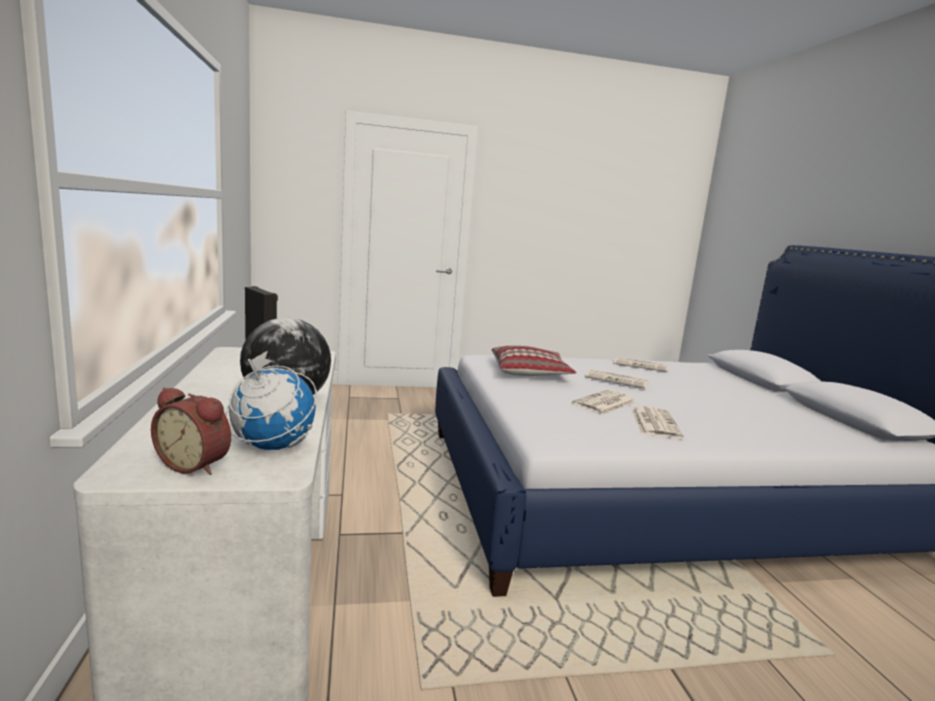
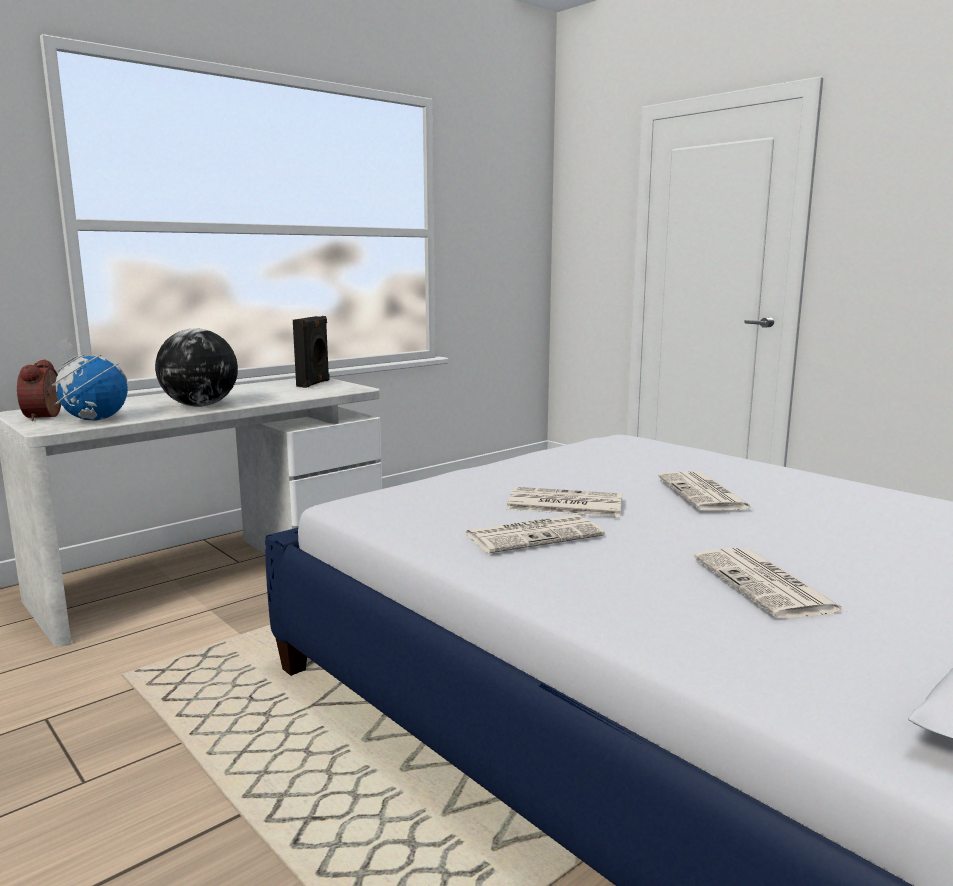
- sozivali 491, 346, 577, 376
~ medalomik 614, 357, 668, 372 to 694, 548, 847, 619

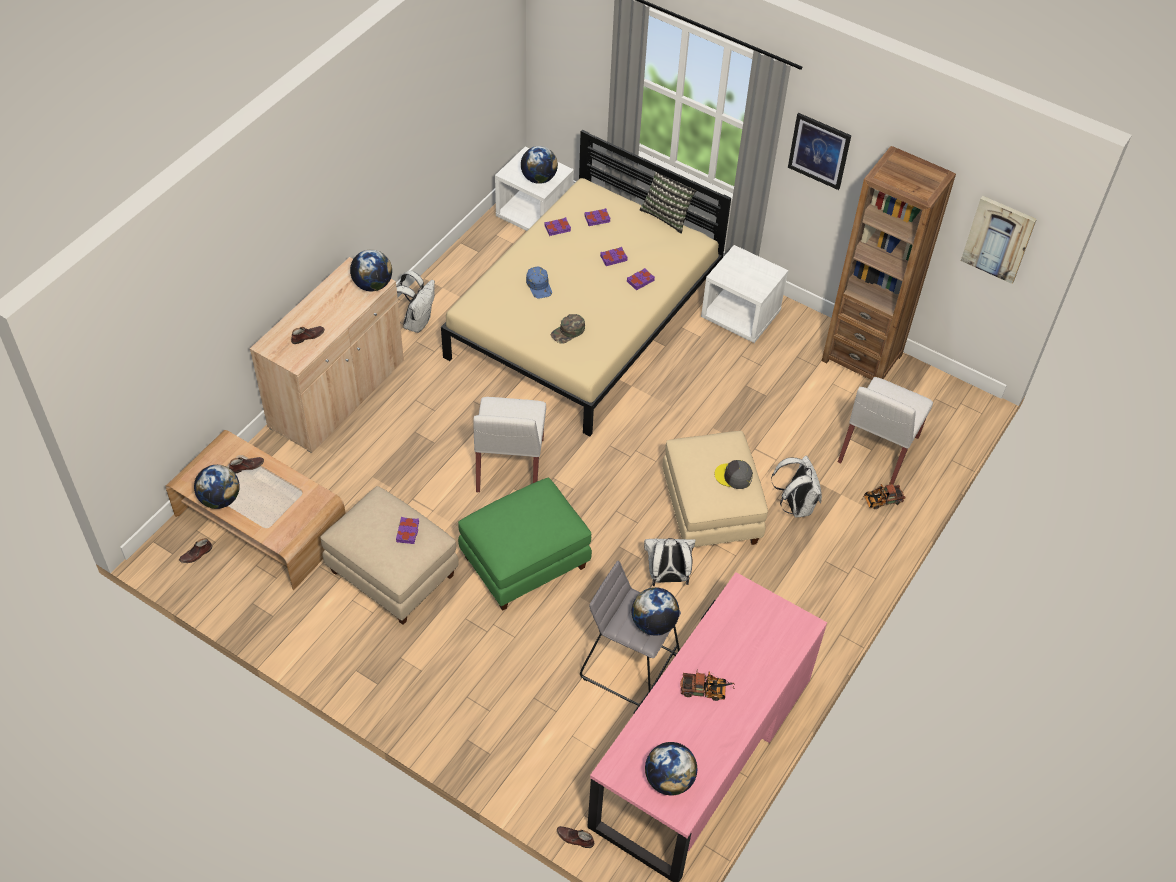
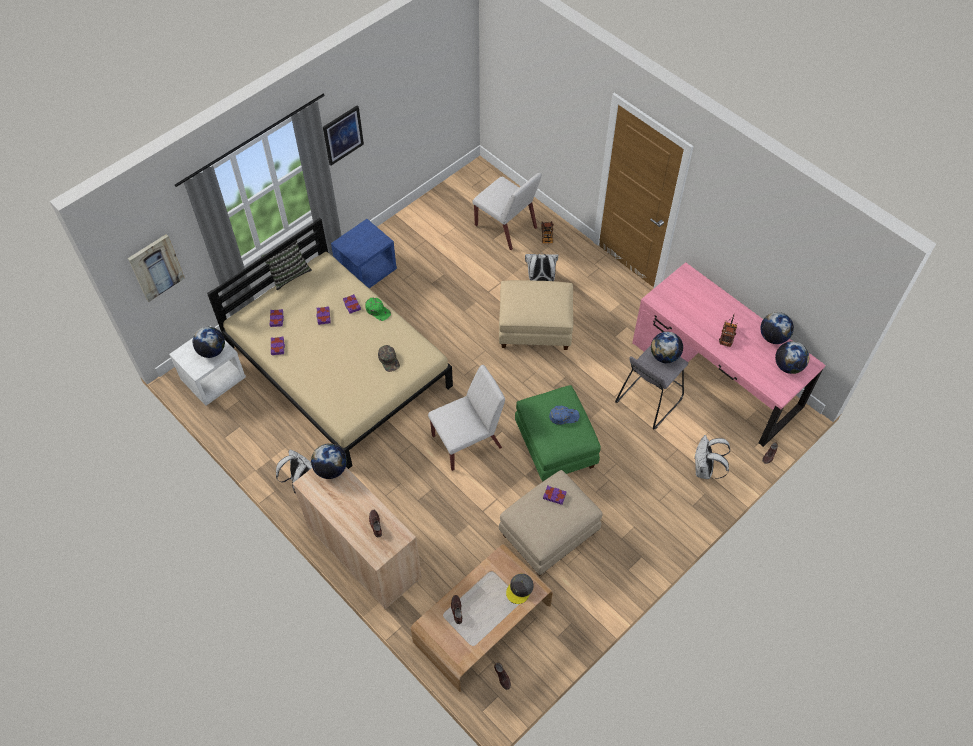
- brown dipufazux 822, 146, 956, 380
+ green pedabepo 365, 297, 391, 321
~ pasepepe 194, 465, 240, 509 to 760, 312, 794, 344
~ blue pedabepo 526, 267, 552, 298 to 549, 406, 579, 425
~ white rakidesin 644, 538, 696, 586 to 695, 435, 730, 479
~ grey pedabepo 715, 460, 753, 489 to 506, 573, 534, 604
~ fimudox 961, 196, 1037, 284 to 128, 234, 185, 302
~ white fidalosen 701, 245, 788, 343 to blue fidalosen 331, 219, 397, 288
~ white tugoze 473, 397, 546, 492 = 428, 365, 505, 471 45 degrees counterclockwise

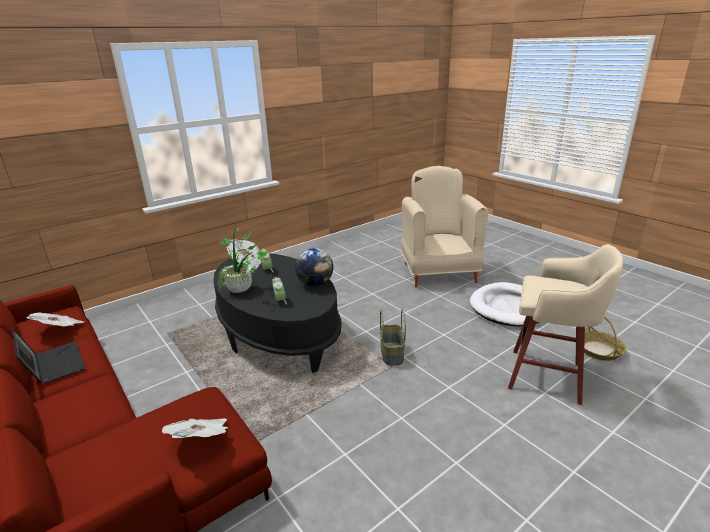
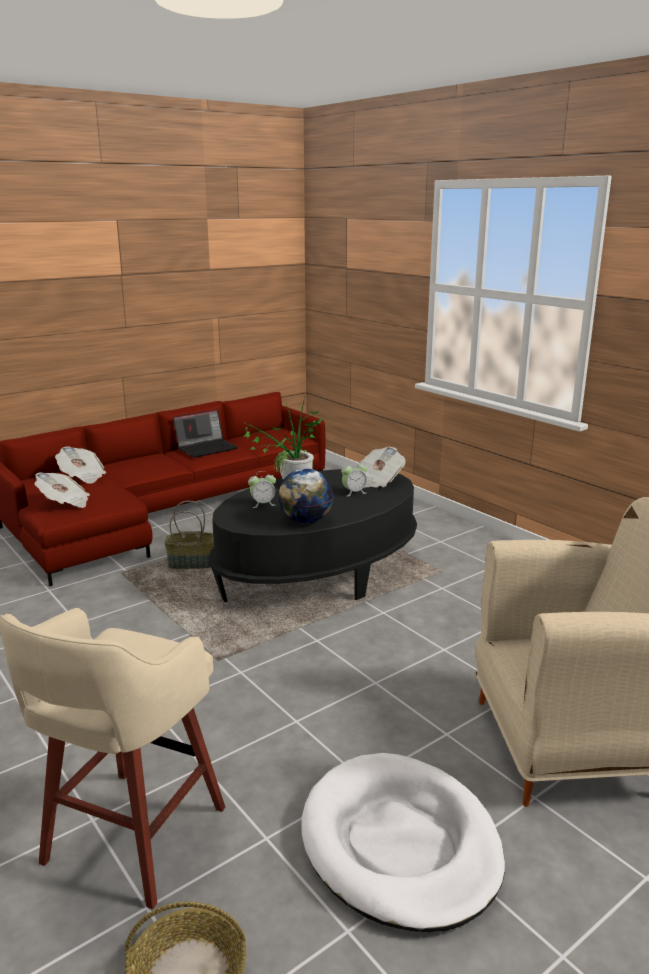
~ medalomik 26, 313, 85, 327 to 55, 446, 106, 484
~ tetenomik 380, 309, 406, 365 to 164, 501, 214, 569

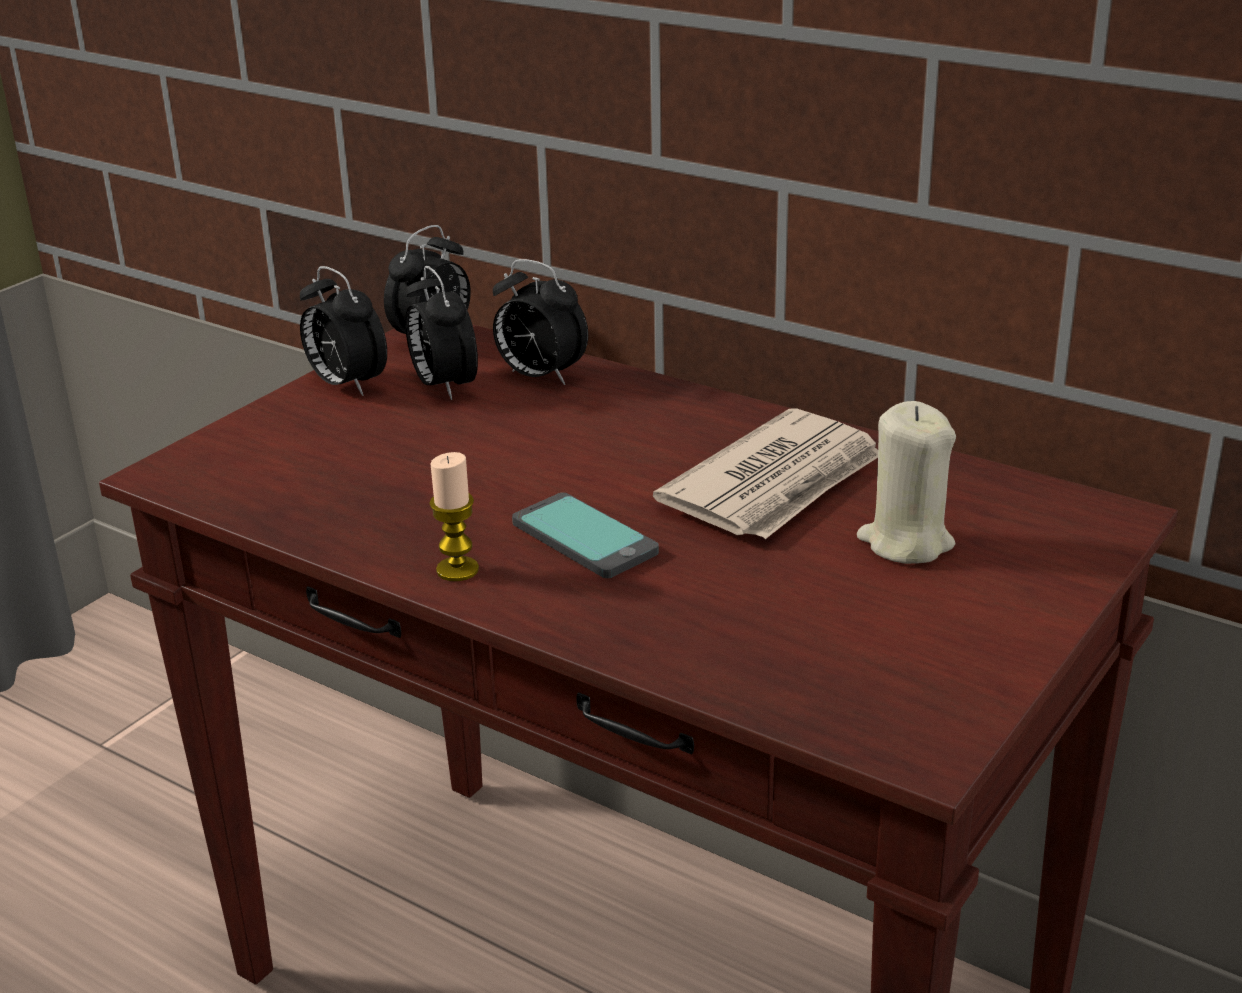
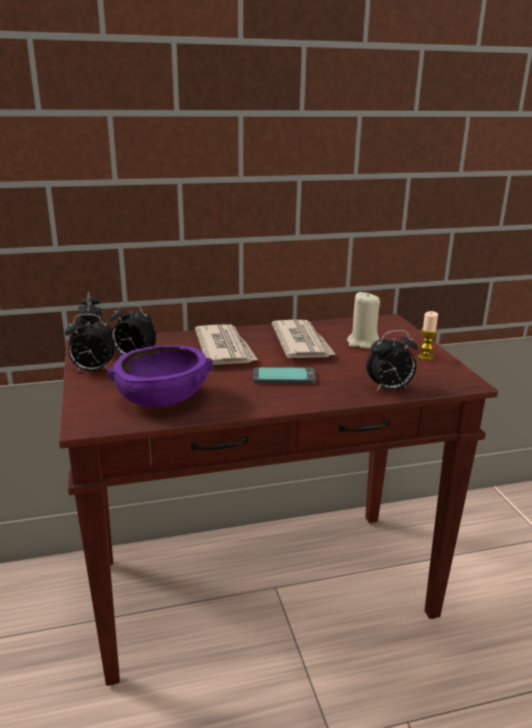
+ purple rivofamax 108, 345, 213, 407
+ medalomik 195, 324, 258, 365
~ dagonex 429, 452, 479, 581 to 418, 311, 438, 360
~ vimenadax 493, 259, 588, 385 to 366, 330, 418, 392

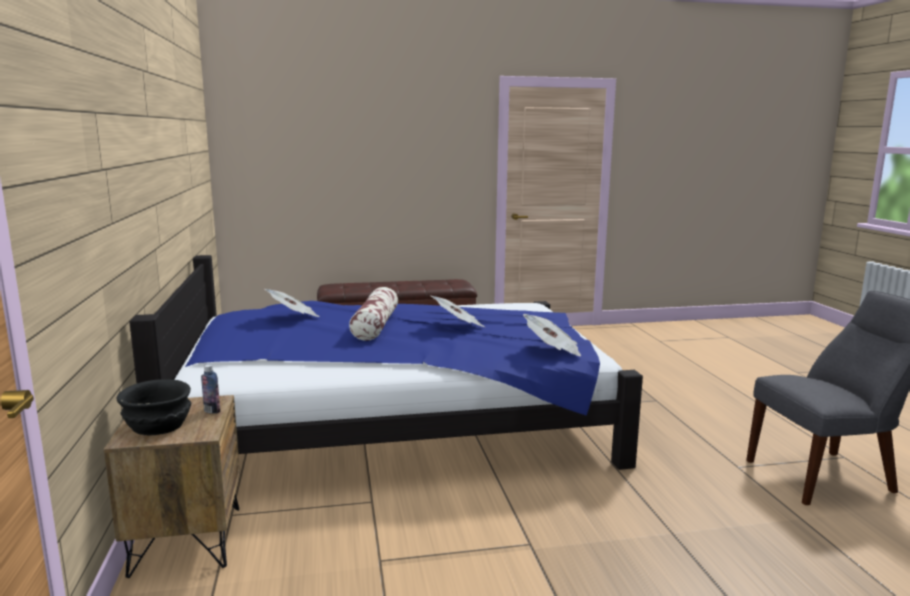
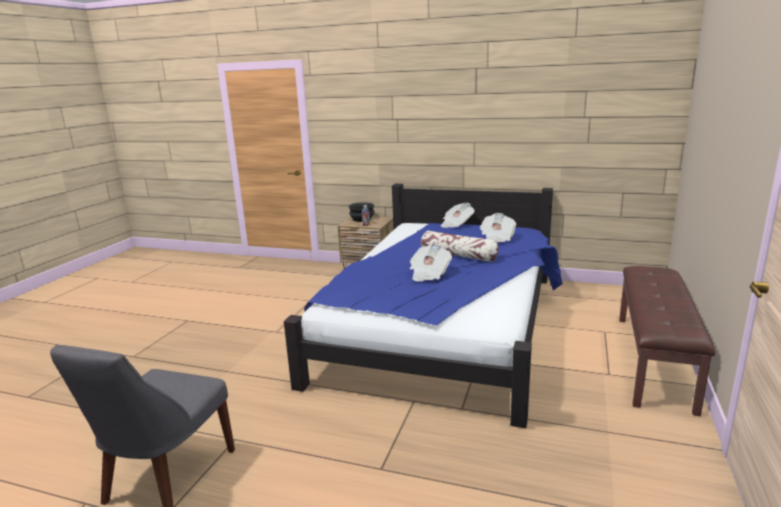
~ medalomik 523, 314, 581, 356 to 441, 203, 474, 228

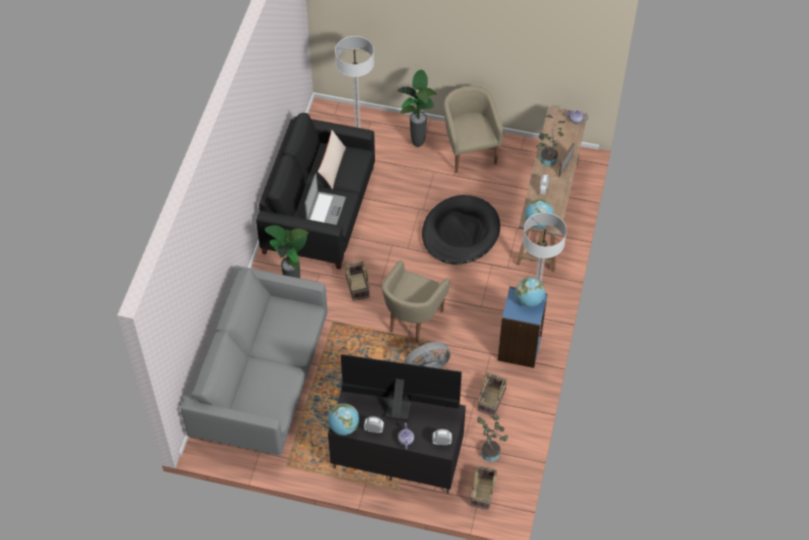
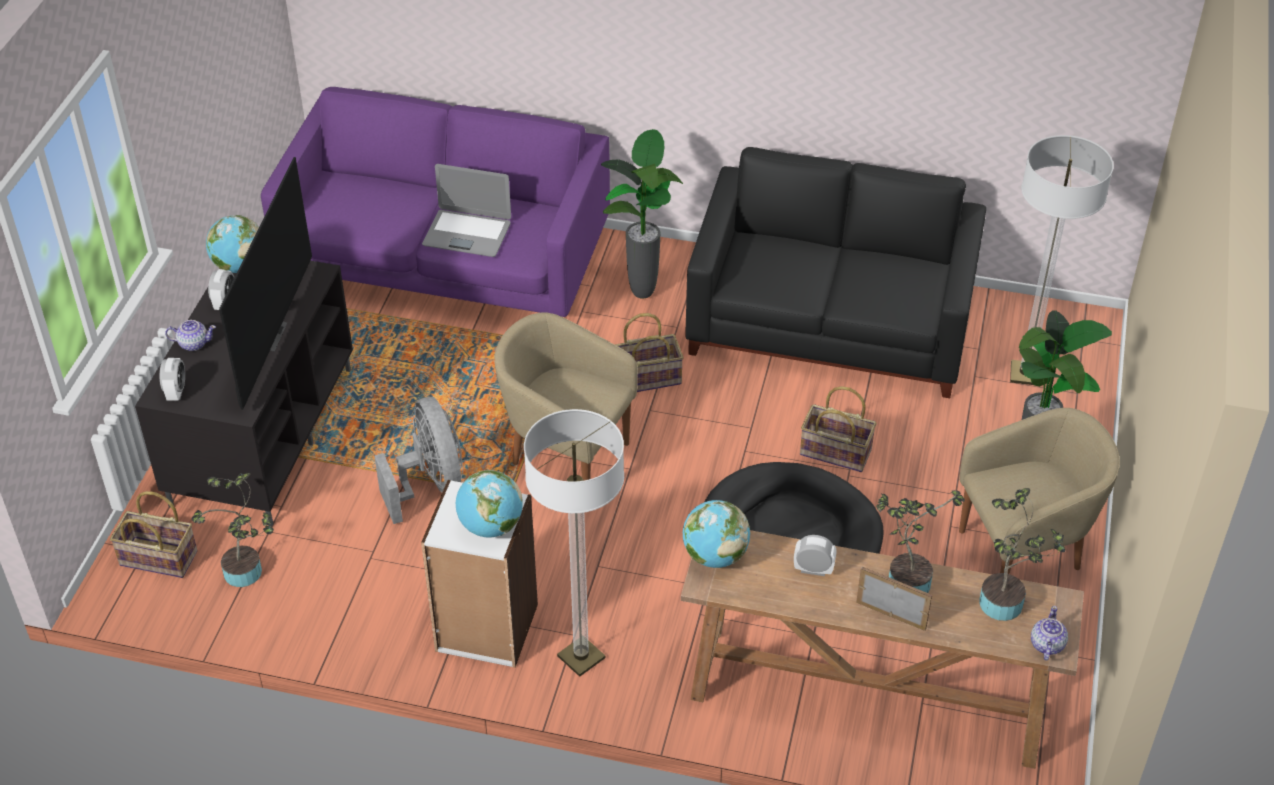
- beige sozivali 318, 130, 346, 189
+ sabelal 979, 488, 1065, 621
~ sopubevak 305, 174, 346, 225 to 422, 164, 511, 257
~ tetenomik 478, 373, 507, 416 to 800, 386, 877, 472
~ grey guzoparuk 181, 265, 328, 455 to purple guzoparuk 261, 87, 610, 317
~ blue dipufazux 498, 287, 548, 368 to white dipufazux 421, 480, 538, 668

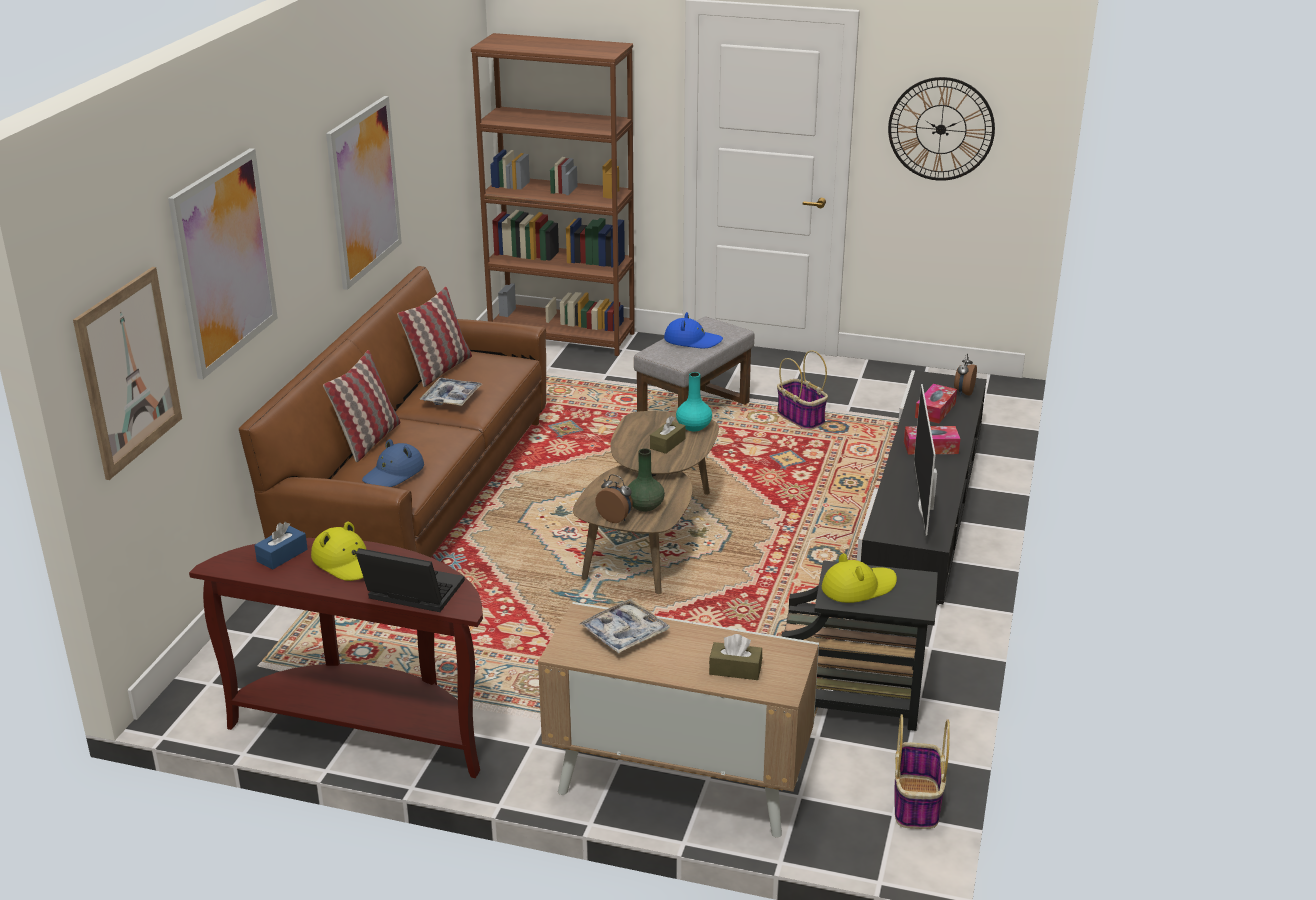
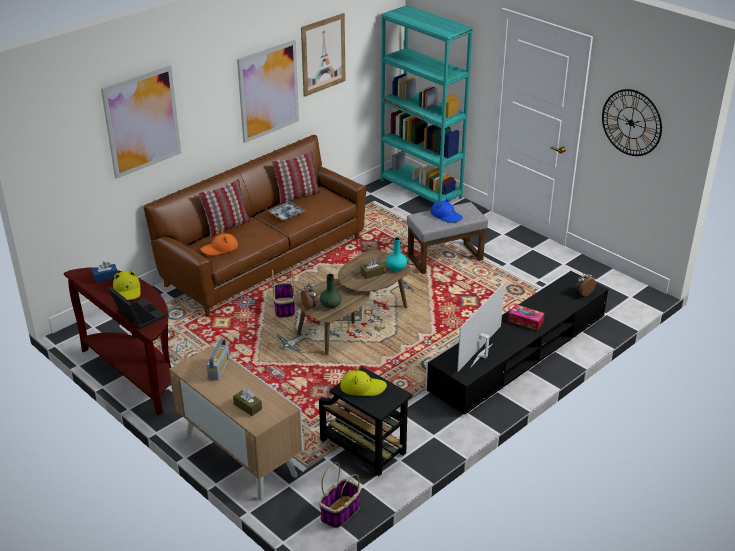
- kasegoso 915, 384, 957, 423
~ fimudox 73, 267, 182, 480 to 301, 13, 346, 97
~ tetenomik 777, 350, 828, 430 to 272, 269, 295, 318
~ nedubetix 579, 599, 670, 653 to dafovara 207, 339, 230, 381
~ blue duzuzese 362, 439, 424, 487 to orange duzuzese 200, 230, 238, 256
~ brown dipufazux 471, 33, 635, 356 to turquoise dipufazux 381, 5, 473, 203

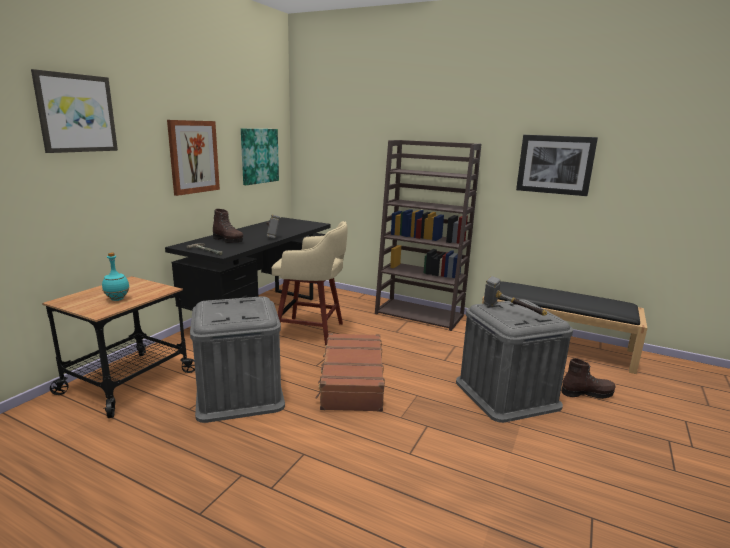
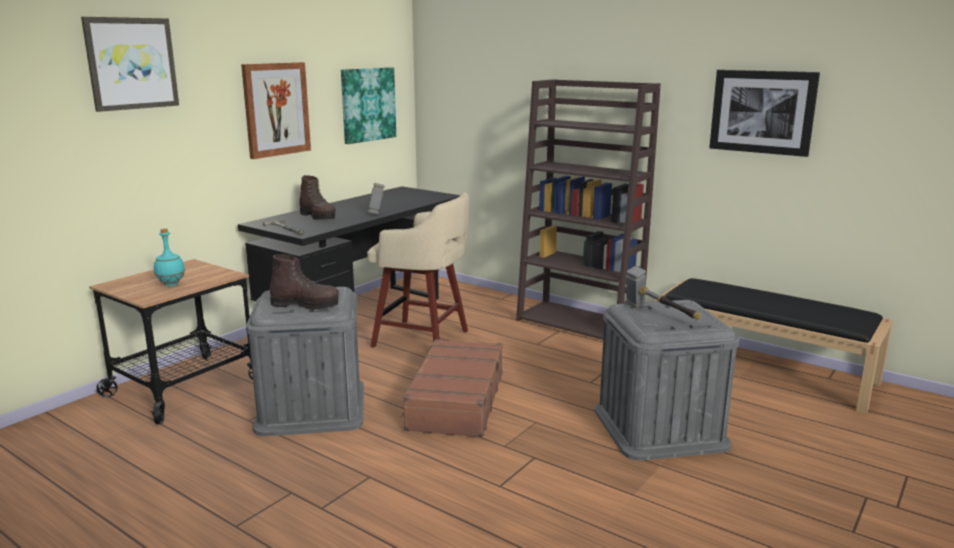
~ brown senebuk 561, 358, 616, 399 to 270, 254, 339, 309

